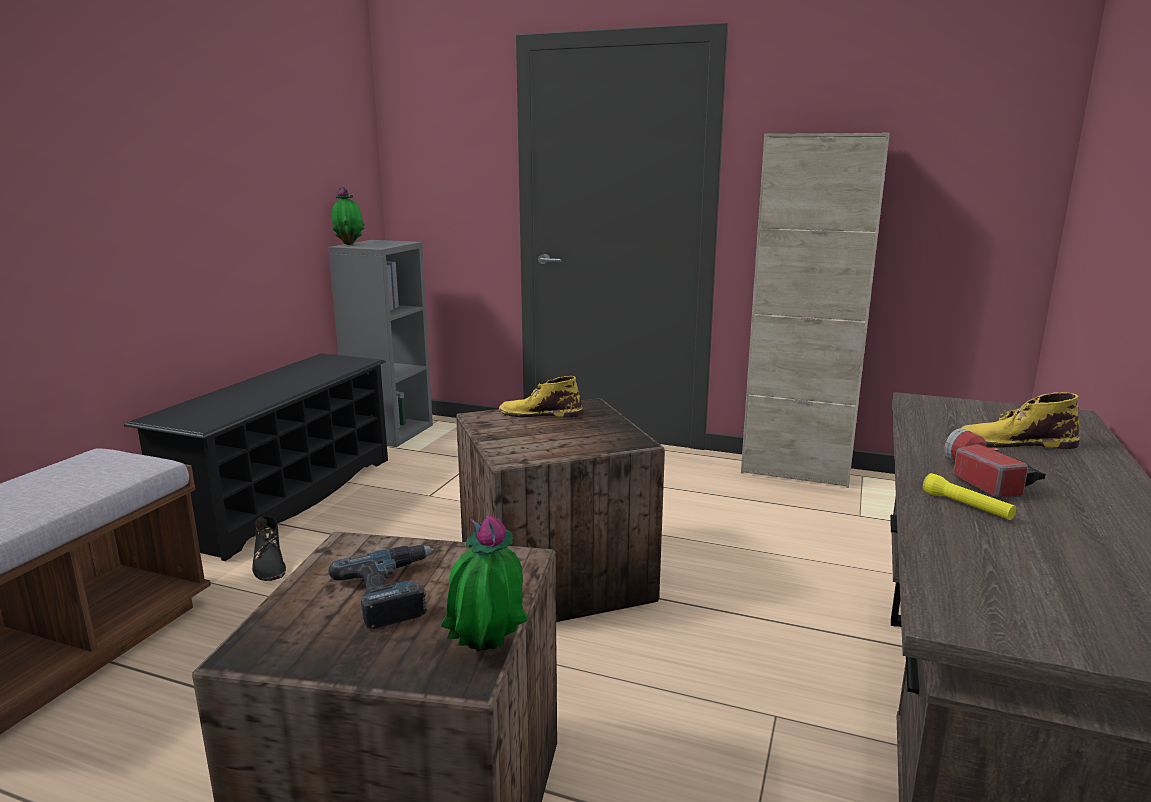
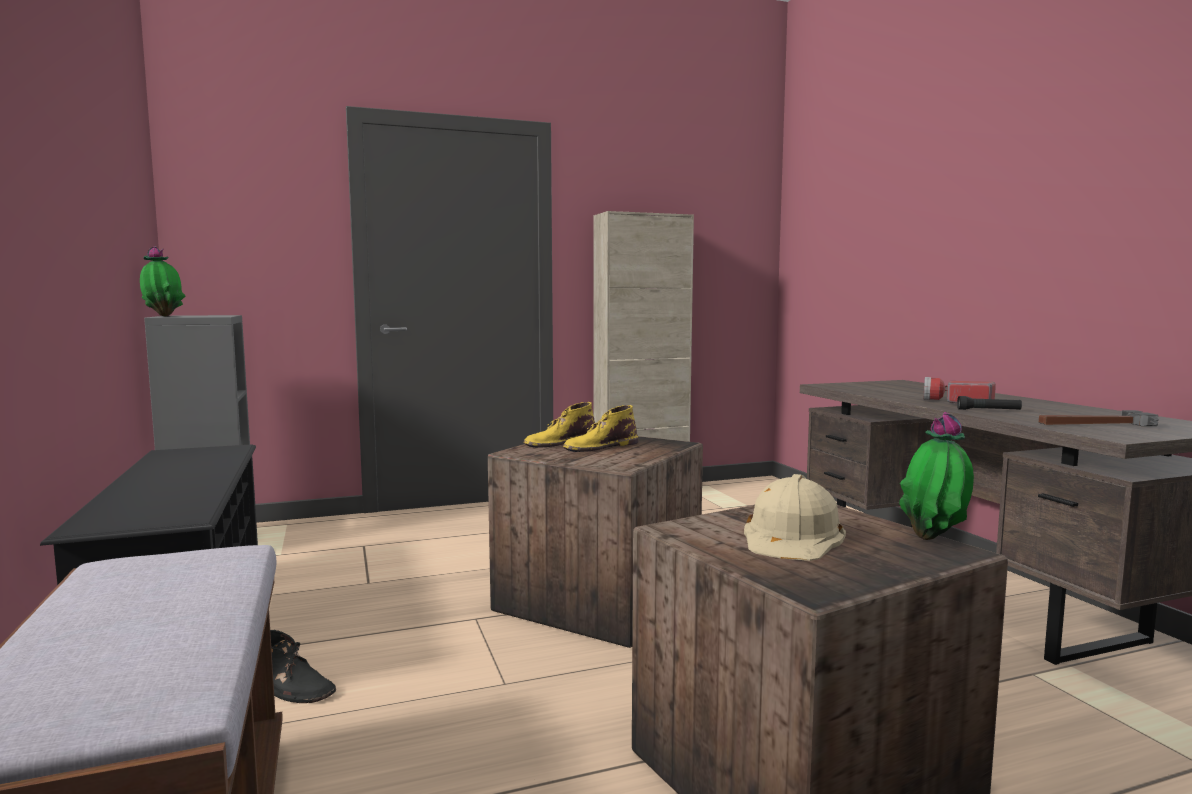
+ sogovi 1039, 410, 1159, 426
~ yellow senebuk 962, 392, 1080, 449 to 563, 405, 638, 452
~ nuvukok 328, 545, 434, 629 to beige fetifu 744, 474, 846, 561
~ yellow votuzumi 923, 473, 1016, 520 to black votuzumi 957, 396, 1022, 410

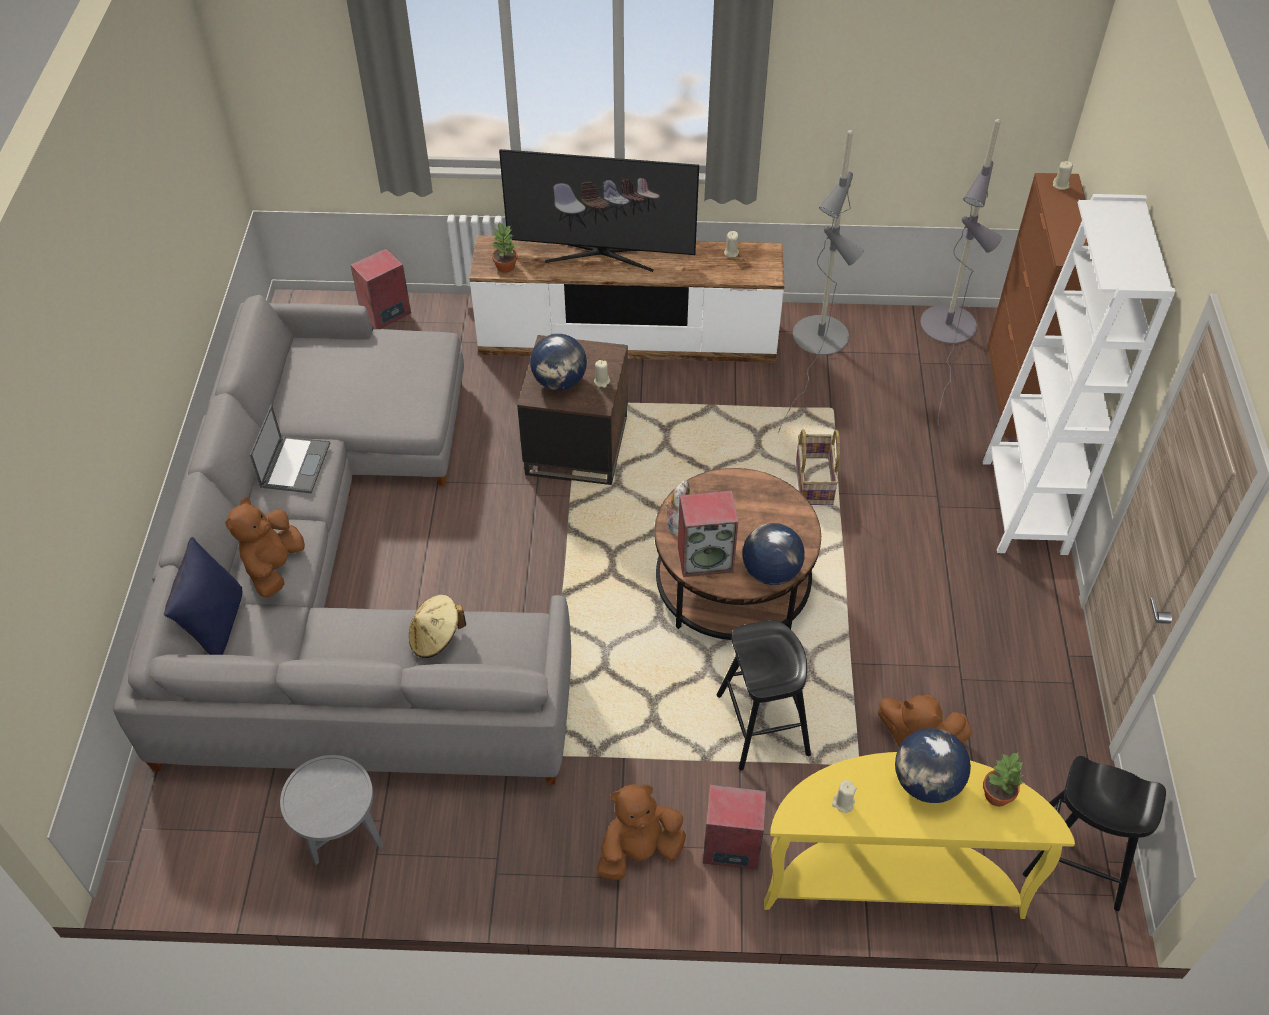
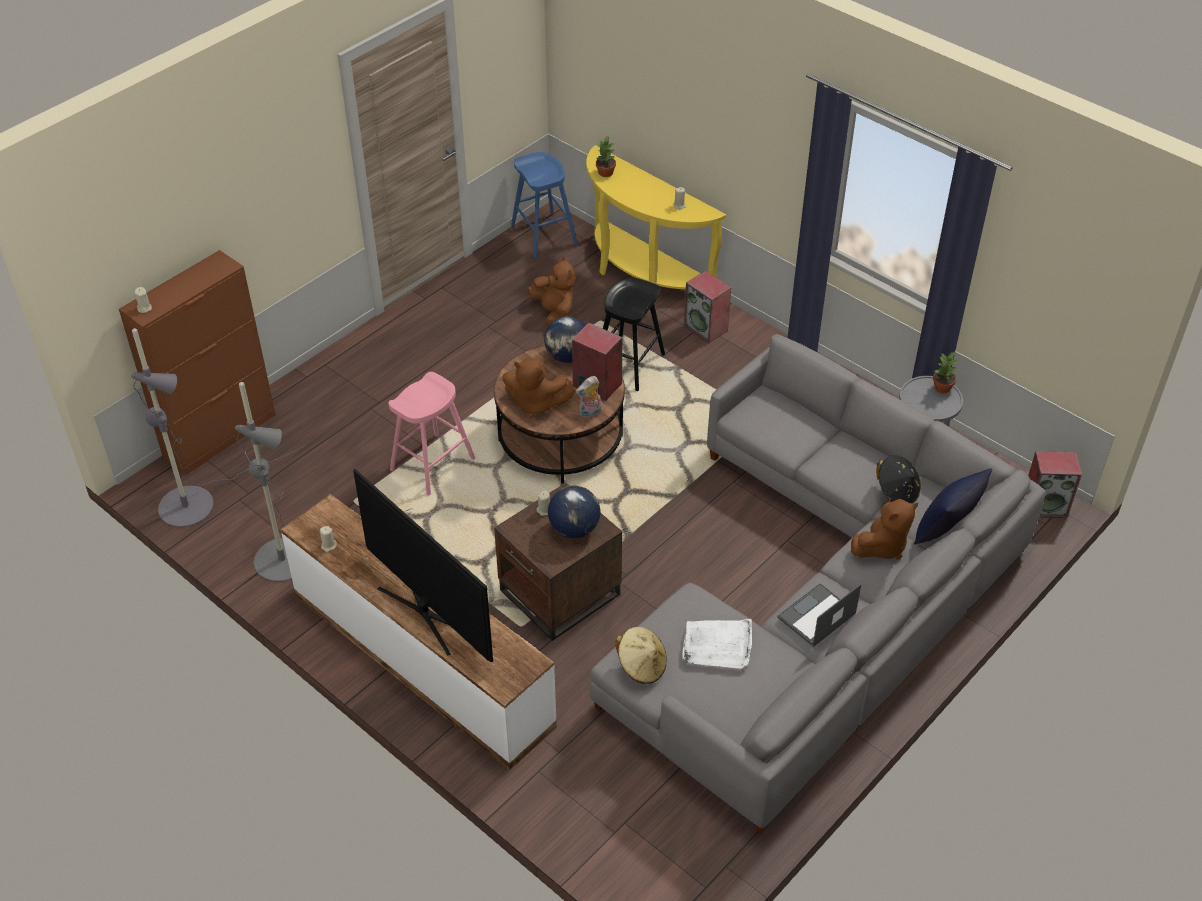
- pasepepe 895, 728, 971, 803
- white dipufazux 983, 194, 1175, 555
+ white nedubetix 682, 619, 752, 669
+ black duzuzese 876, 455, 921, 504
~ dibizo 351, 248, 411, 329 to 1028, 451, 1082, 518
~ beige duzuzese 409, 595, 466, 658 to 615, 627, 667, 684
~ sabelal 492, 222, 518, 273 to 933, 352, 959, 393
~ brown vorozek 597, 784, 686, 880 to 502, 358, 575, 418
~ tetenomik 796, 429, 840, 505 to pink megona 389, 372, 475, 495
~ black megona 1023, 756, 1166, 911 to blue megona 511, 152, 578, 257

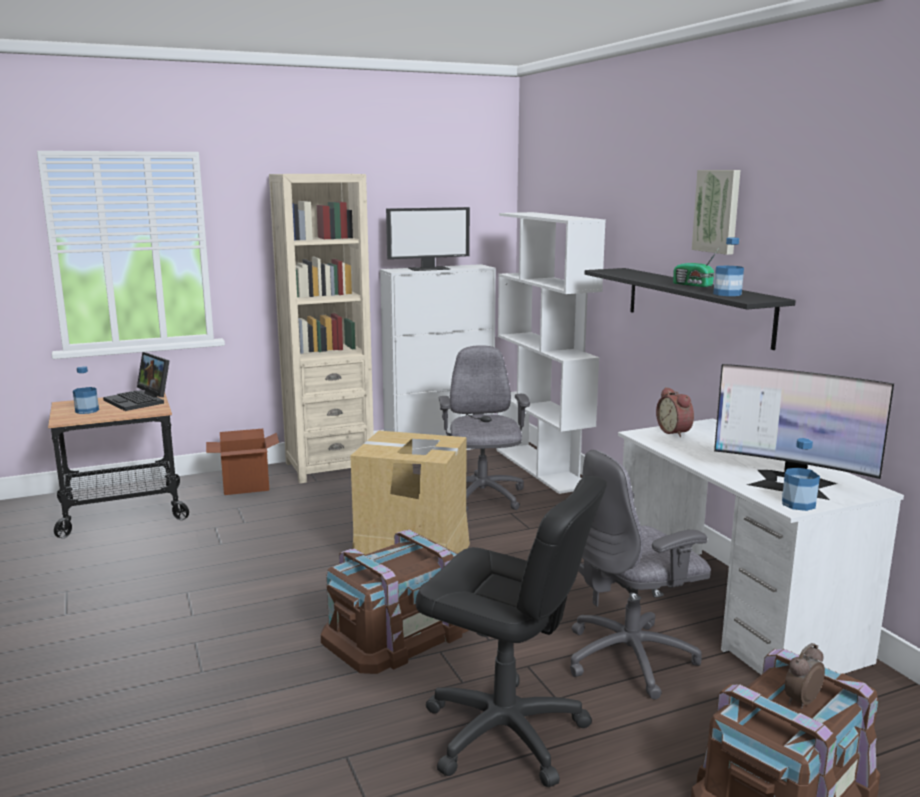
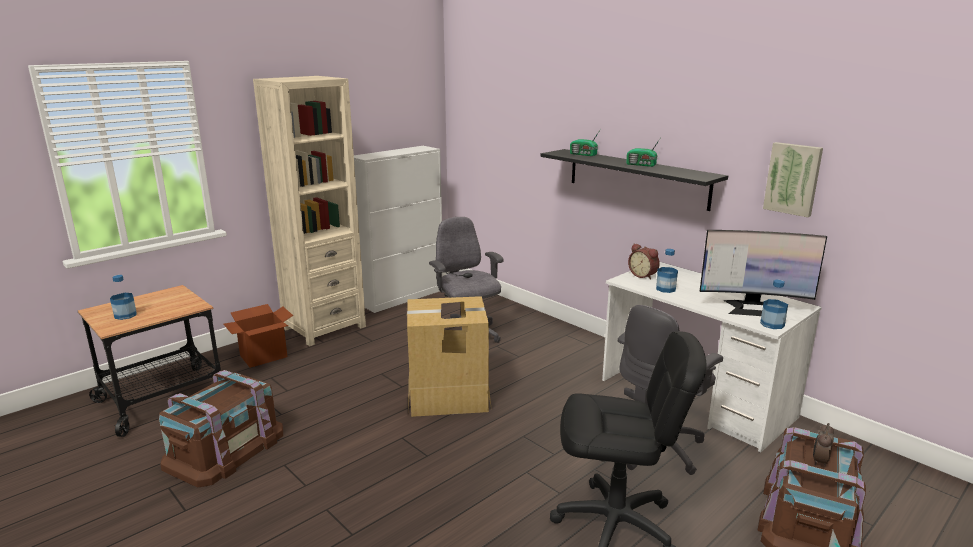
- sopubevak 103, 352, 170, 411
- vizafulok 386, 207, 470, 271
- white dipufazux 496, 212, 606, 494
+ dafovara 570, 129, 601, 156
~ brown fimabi 321, 530, 469, 674 to 159, 370, 283, 487
~ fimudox 692, 170, 741, 255 to 763, 142, 823, 217
~ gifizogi 713, 237, 744, 296 to 656, 249, 678, 293

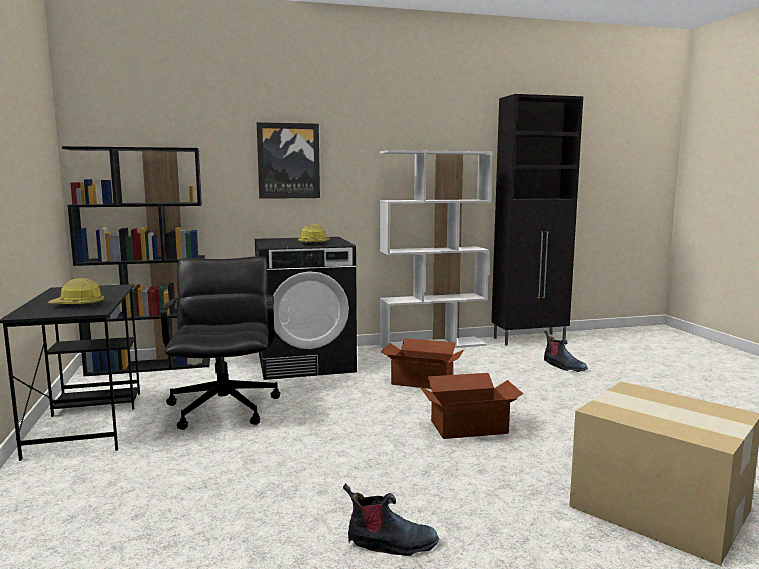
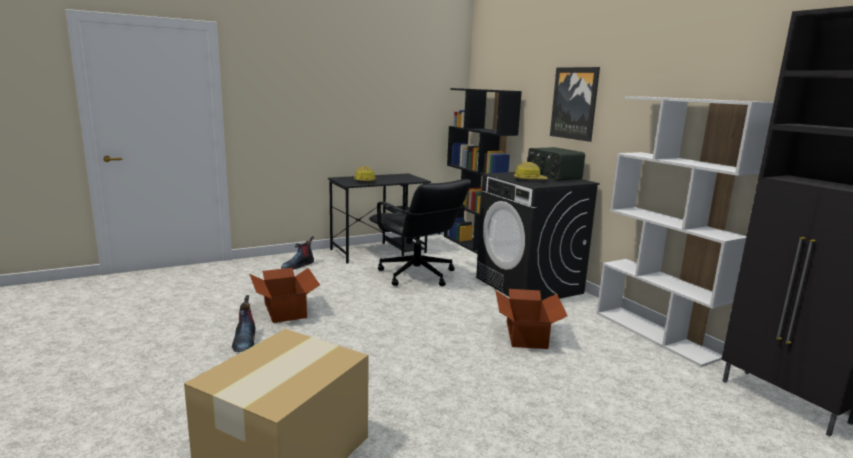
+ dafovara 527, 147, 585, 181
~ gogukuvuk 419, 373, 523, 439 to 249, 268, 320, 323
~ senebuk 544, 330, 588, 372 to 281, 236, 314, 270
~ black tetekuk 161, 256, 280, 430 = 369, 179, 471, 286 75 degrees clockwise

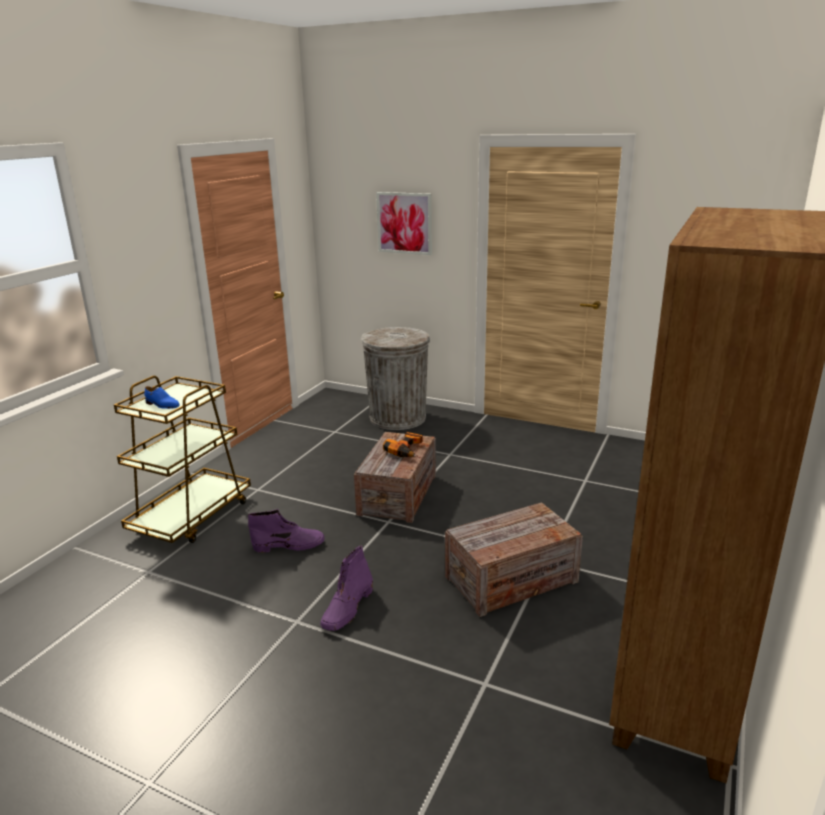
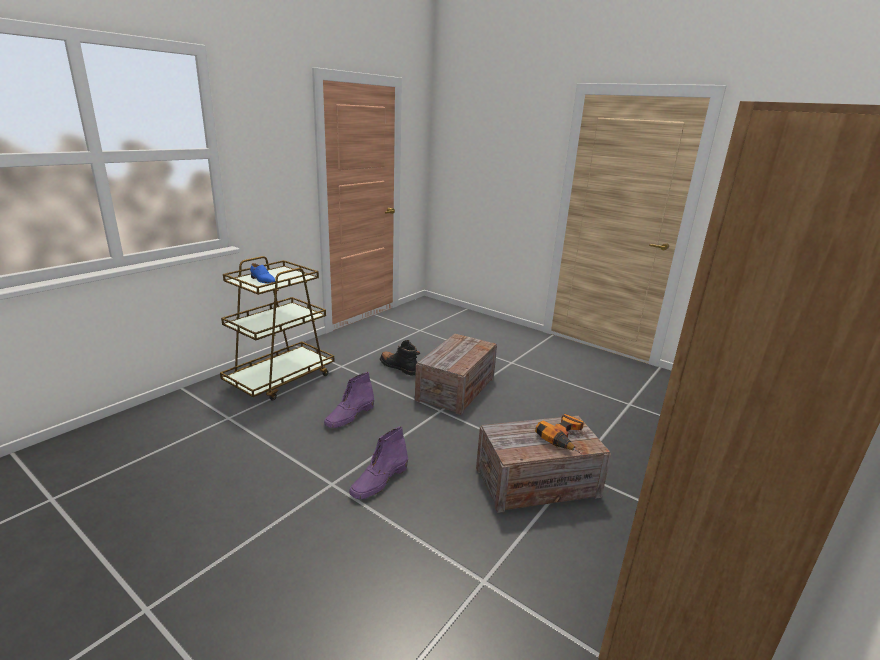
- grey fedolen 361, 327, 430, 430
- fimudox 376, 192, 432, 255
+ black senebuk 380, 340, 420, 376
~ nuvukok 383, 432, 423, 458 to 535, 414, 584, 454
~ purple senebuk 248, 509, 325, 553 = 324, 372, 374, 428 120 degrees clockwise

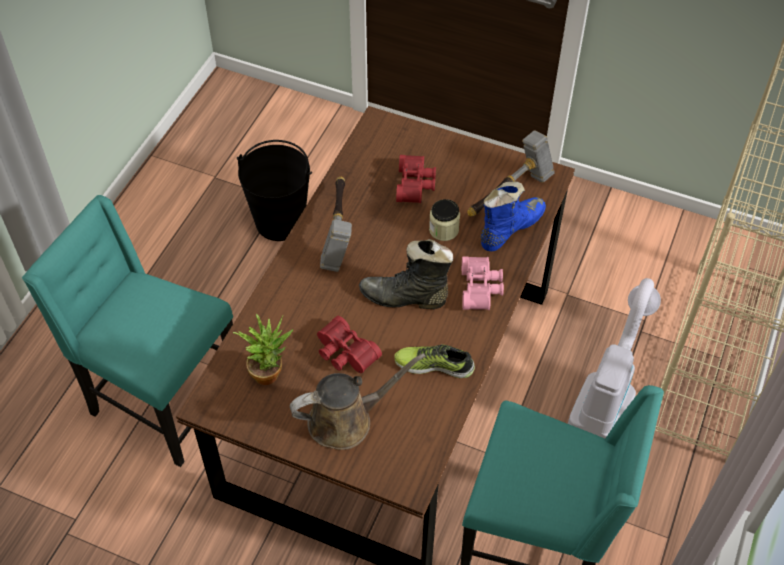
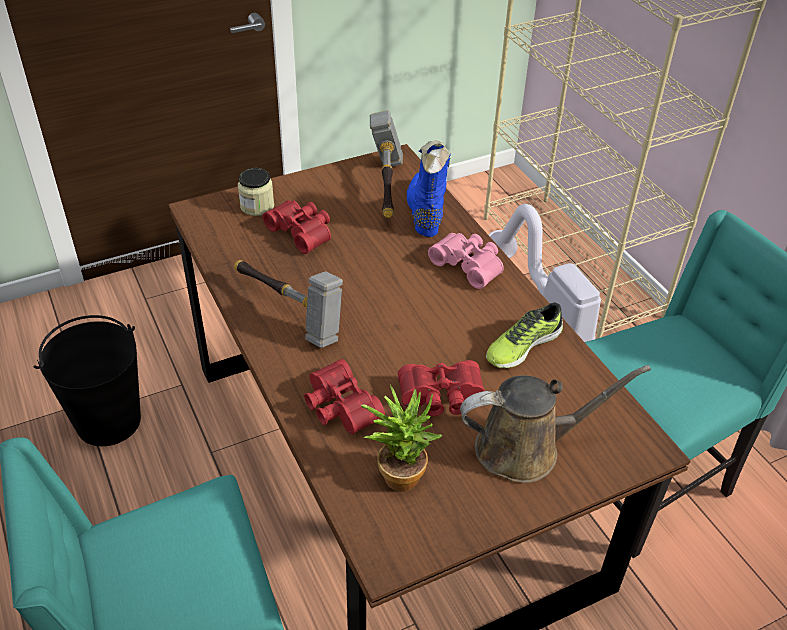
- black senebuk 359, 239, 453, 309
+ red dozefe 304, 359, 385, 435
~ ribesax 429, 199, 460, 241 to 238, 168, 274, 216
~ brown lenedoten 290, 353, 426, 450 = 460, 365, 651, 483 60 degrees clockwise

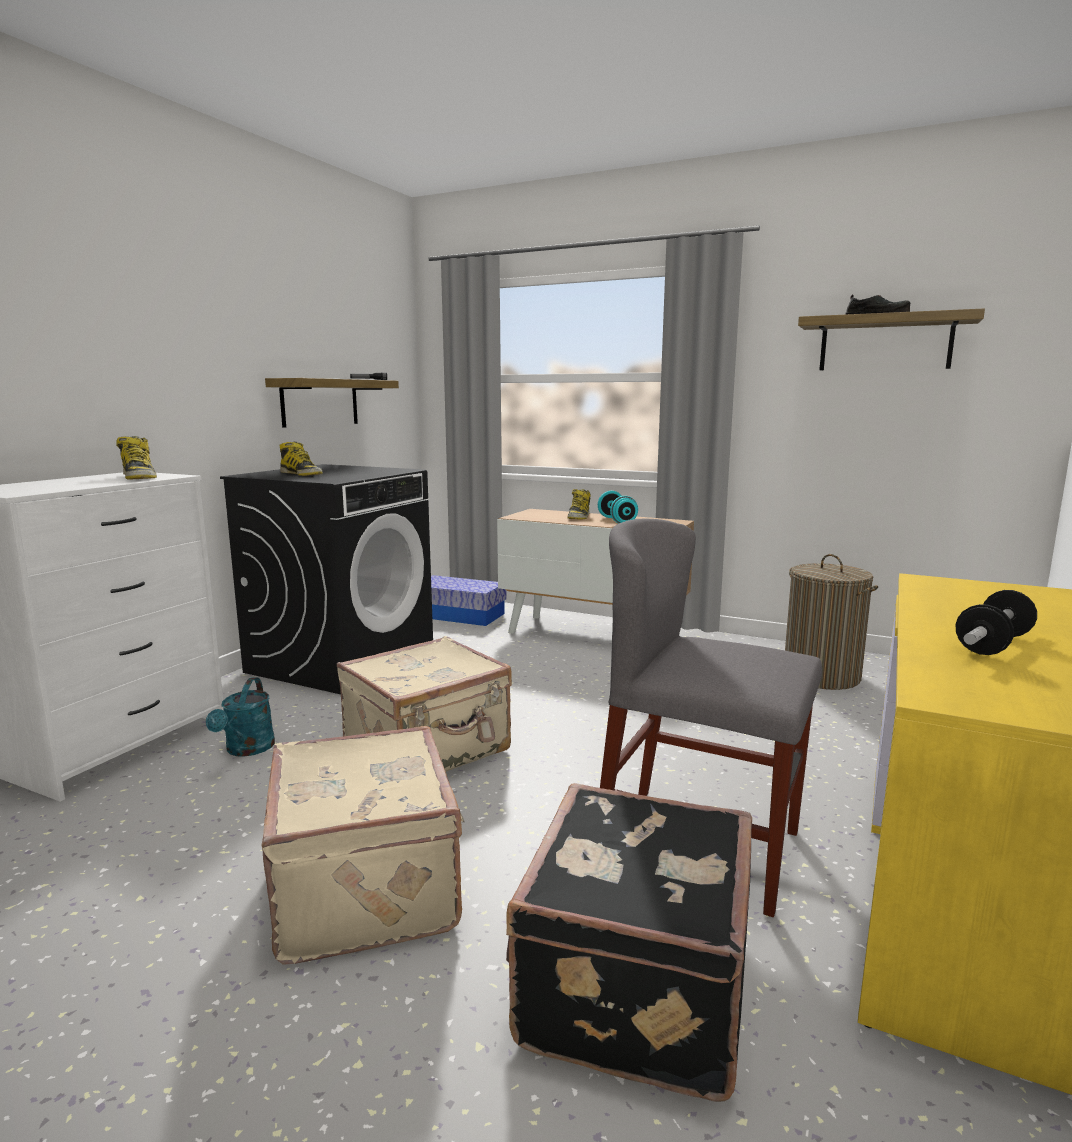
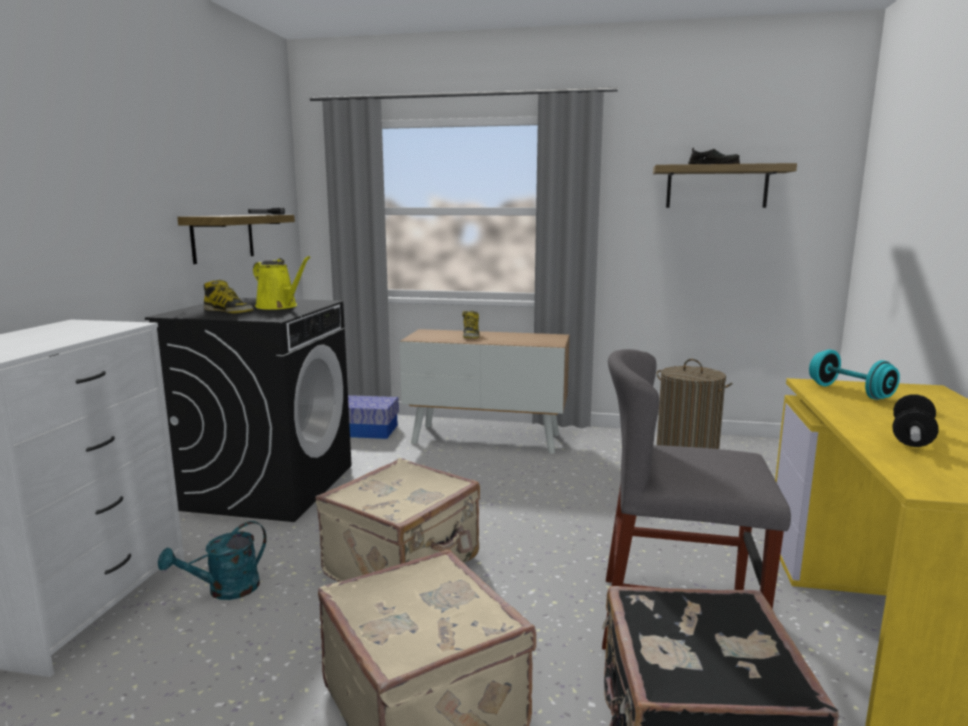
- senebuk 116, 436, 157, 480
+ yellow lenedoten 253, 256, 311, 310
~ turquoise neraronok 598, 491, 638, 523 to 809, 350, 900, 400
~ turquoise lenedoten 206, 677, 275, 757 = 158, 521, 267, 600 60 degrees clockwise

